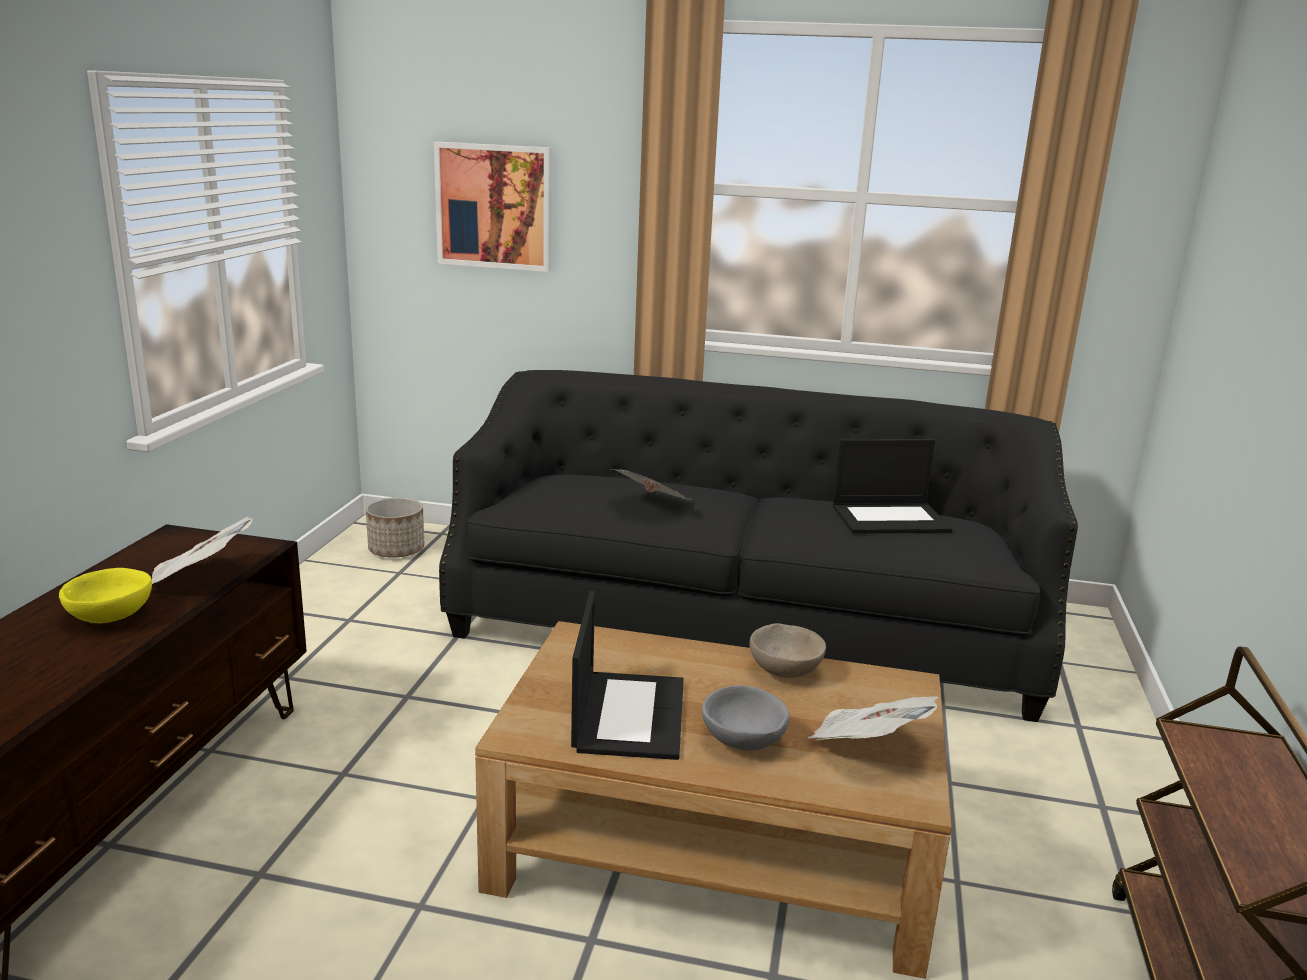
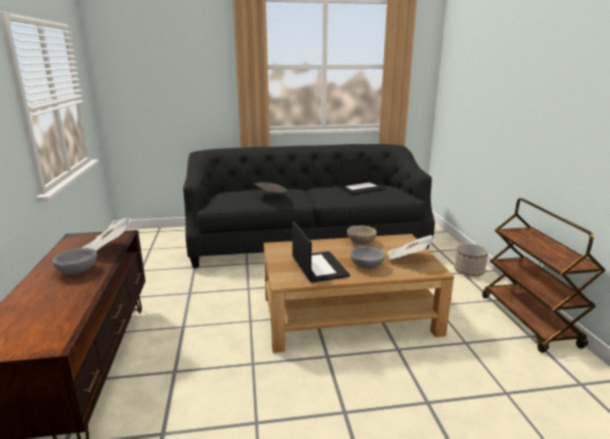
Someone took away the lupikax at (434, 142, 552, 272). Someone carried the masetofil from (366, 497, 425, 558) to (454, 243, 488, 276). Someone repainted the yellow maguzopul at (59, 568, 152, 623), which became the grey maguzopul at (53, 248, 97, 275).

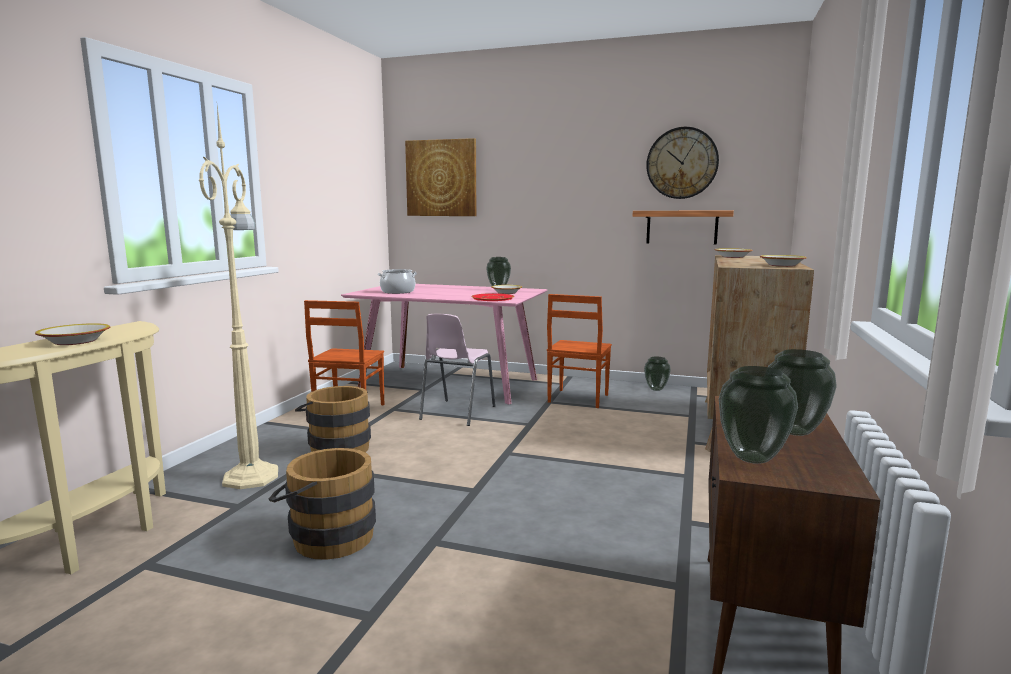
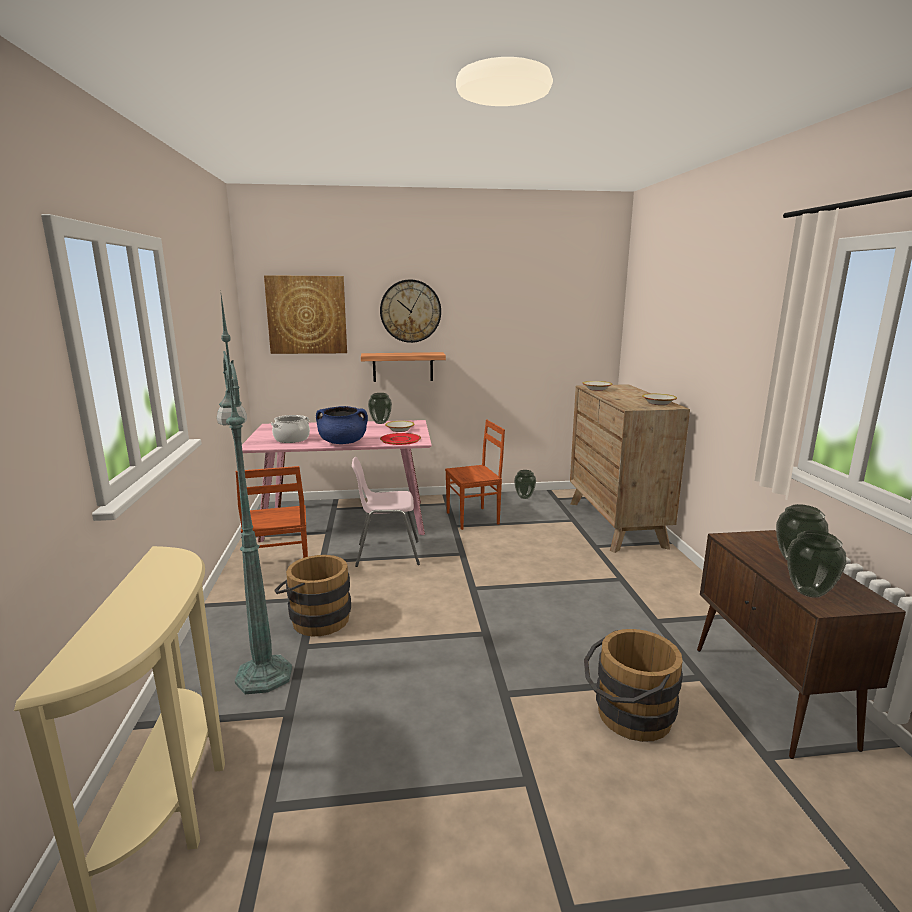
Someone repainted the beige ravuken at (199, 105, 278, 489), which became the green ravuken at (217, 289, 292, 694). Someone carried the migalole from (646, 127, 719, 199) to (380, 279, 441, 343). Someone carried the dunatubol from (633, 211, 734, 244) to (361, 352, 446, 382). Someone rotated the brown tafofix at (547, 294, 612, 408) by 105 degrees counterclockwise. Someone rotated the pink tafofix at (419, 314, 496, 426) by 90 degrees clockwise. Someone took away the maguzopul at (35, 323, 110, 345). Someone carried the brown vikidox from (269, 448, 376, 560) to (584, 629, 683, 742). Someone put down the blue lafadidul at (316, 406, 368, 444).

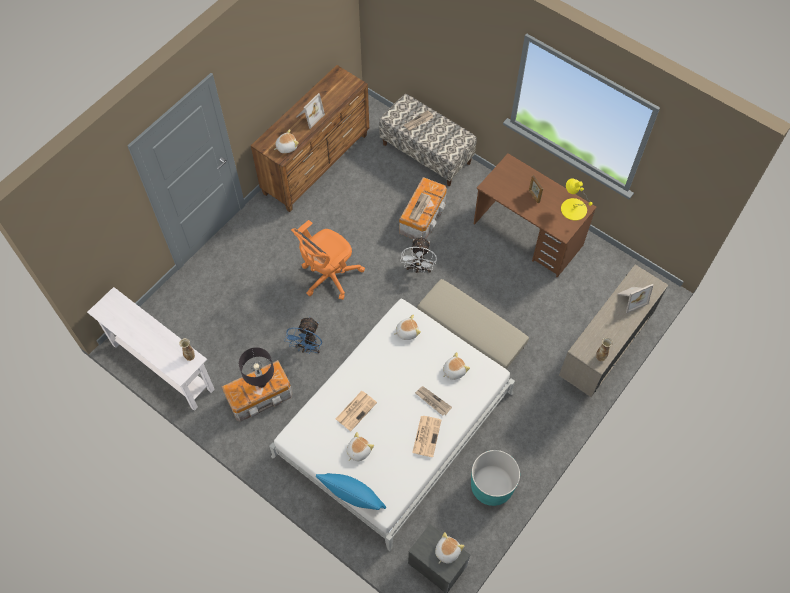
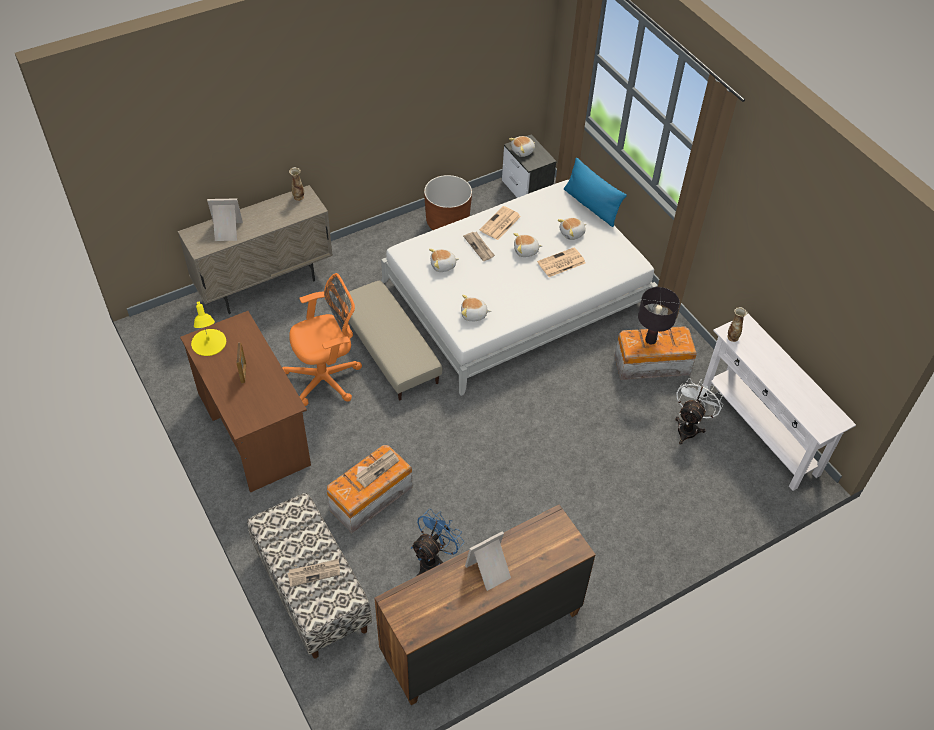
Someone carried the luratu from (274, 129, 299, 153) to (514, 233, 542, 257). Someone carried the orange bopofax from (291, 220, 365, 300) to (283, 273, 362, 406). Someone carried the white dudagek from (401, 236, 437, 273) to (675, 378, 723, 445). Someone carried the blue dudagek from (284, 317, 322, 354) to (411, 509, 464, 576). Someone repainted the turquoise masetofil at (471, 450, 520, 506), which became the brown masetofil at (424, 175, 472, 230).

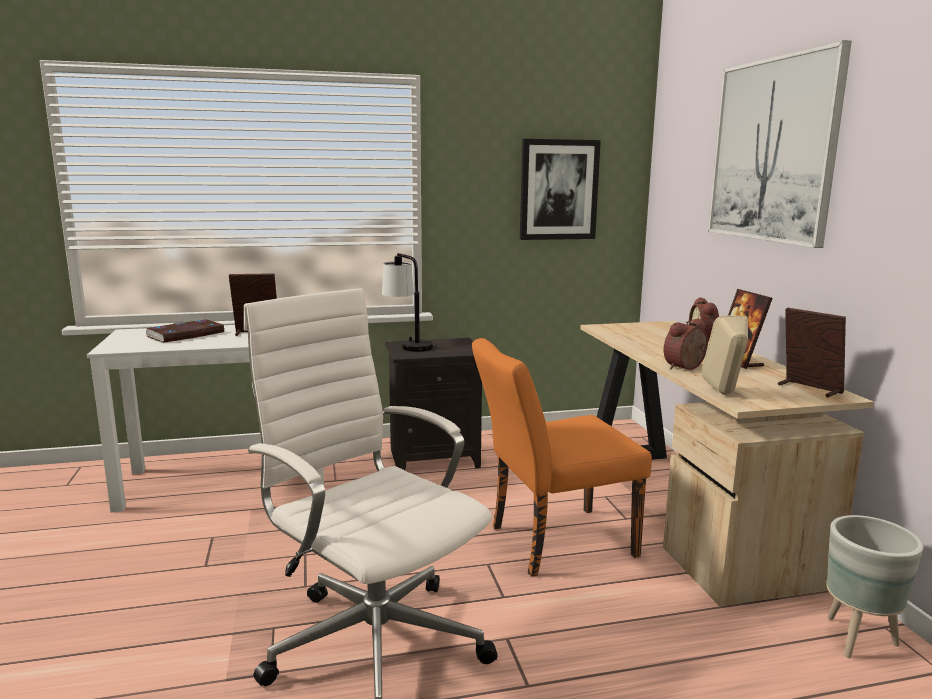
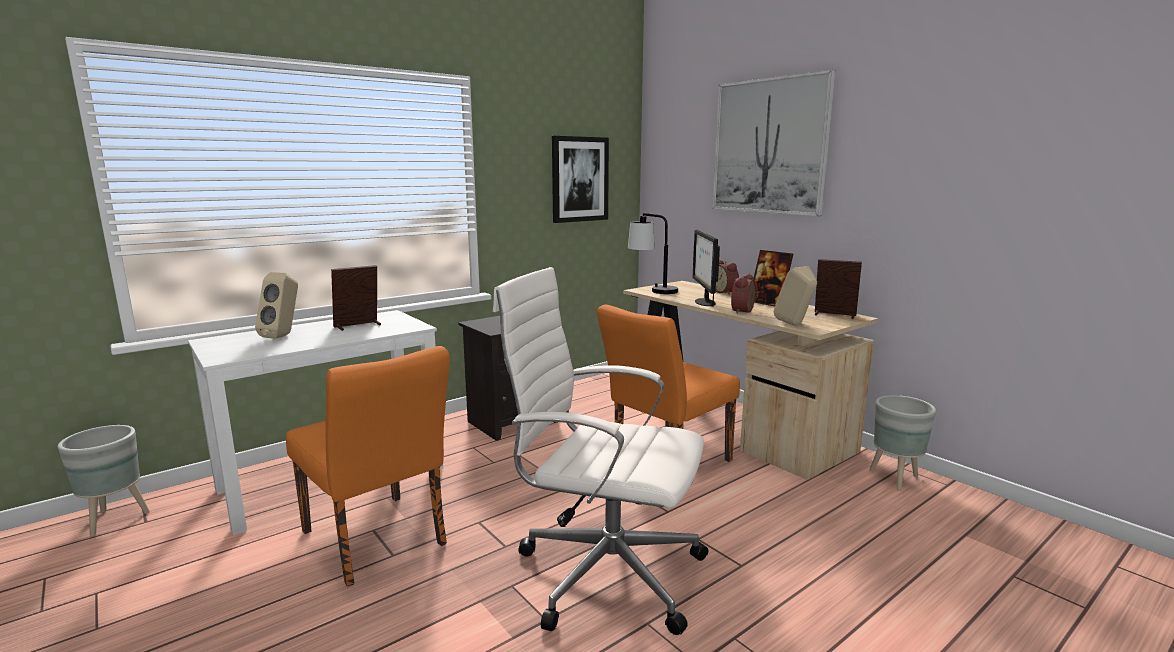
Someone carried the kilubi from (382, 253, 433, 352) to (628, 213, 678, 294). Someone swapped the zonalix at (145, 319, 224, 343) for the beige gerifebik at (255, 272, 298, 338). Someone put down the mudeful at (693, 230, 720, 307). Someone put down the orange tafofix at (286, 346, 450, 587). Someone put down the grey masetofil at (57, 425, 150, 536).

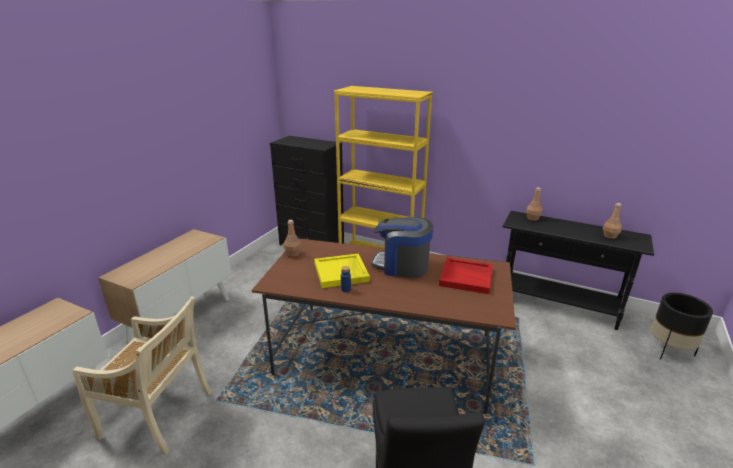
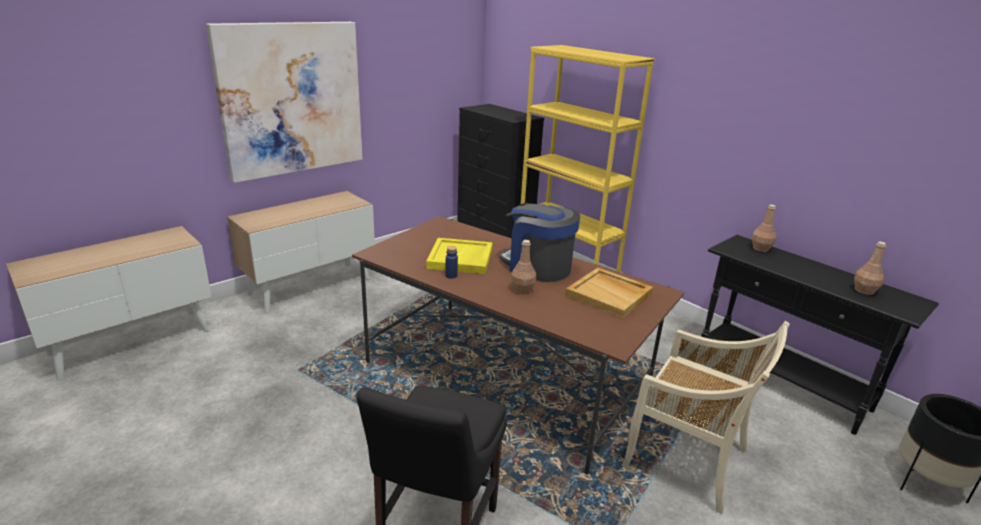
Someone carried the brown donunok from (284, 220, 301, 257) to (511, 240, 536, 294). Someone repainted the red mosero at (439, 257, 493, 294), which became the beige mosero at (565, 268, 653, 319). Someone carried the beige tafofix from (72, 296, 211, 455) to (622, 321, 790, 514). Someone put up the lupikax at (206, 22, 363, 183).

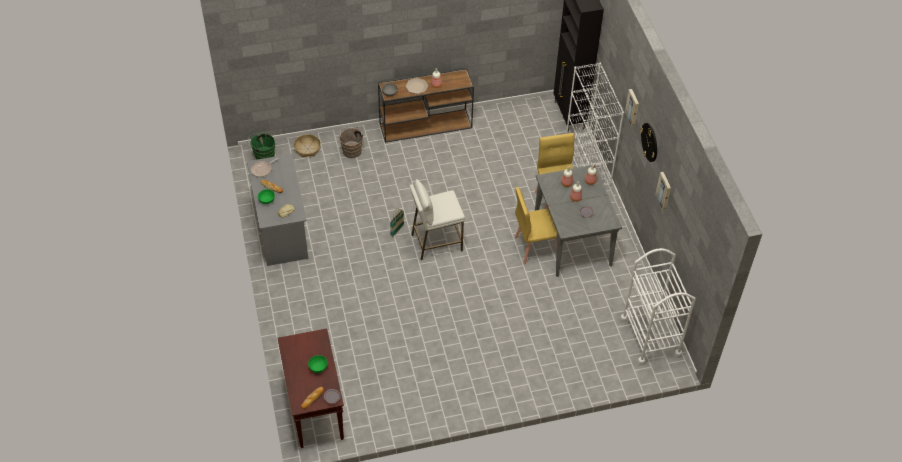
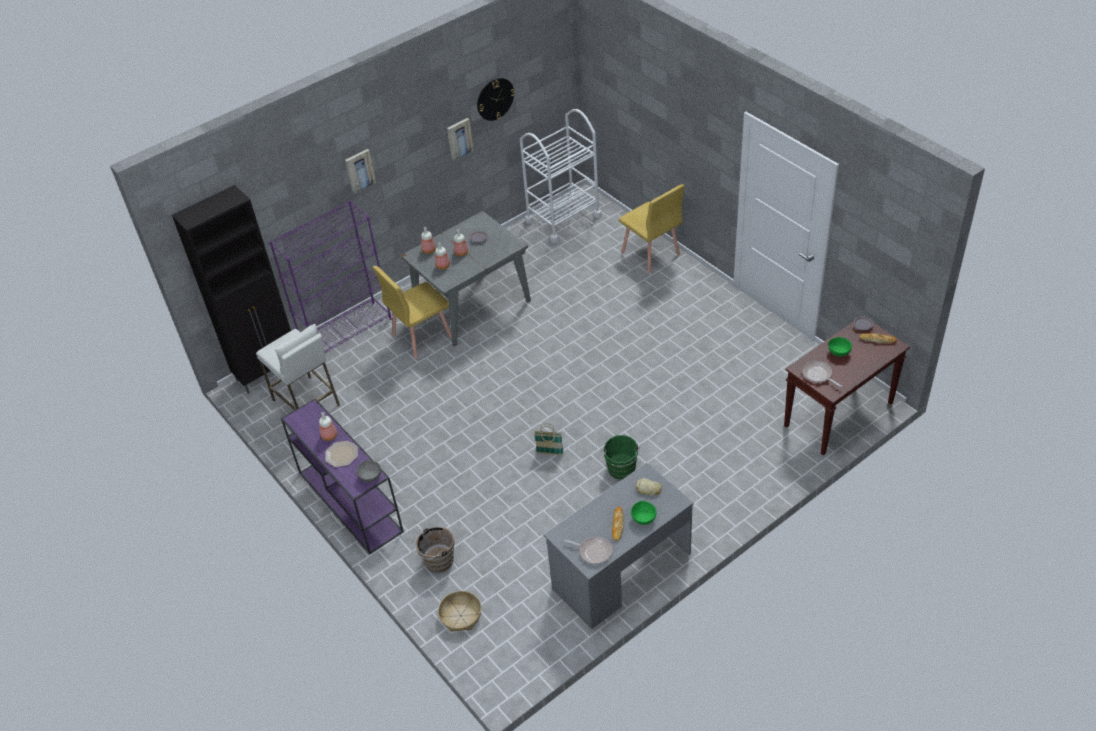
Someone repainted the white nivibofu at (566, 63, 624, 187), which became the purple nivibofu at (269, 200, 392, 353). Someone repainted the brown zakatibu at (378, 69, 474, 143), which became the purple zakatibu at (281, 398, 404, 554). Someone carried the migalole from (640, 123, 657, 162) to (477, 78, 515, 121). Someone carried the green vikidox from (248, 132, 275, 160) to (601, 435, 640, 479). Someone carried the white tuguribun from (409, 179, 465, 260) to (256, 324, 340, 410). Someone carried the yellow tafofix from (515, 187, 557, 265) to (618, 184, 684, 273). Someone put down the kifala at (803, 361, 842, 387).

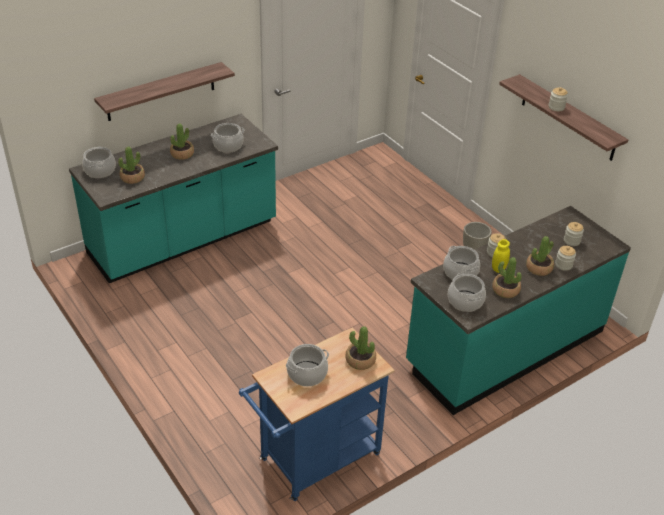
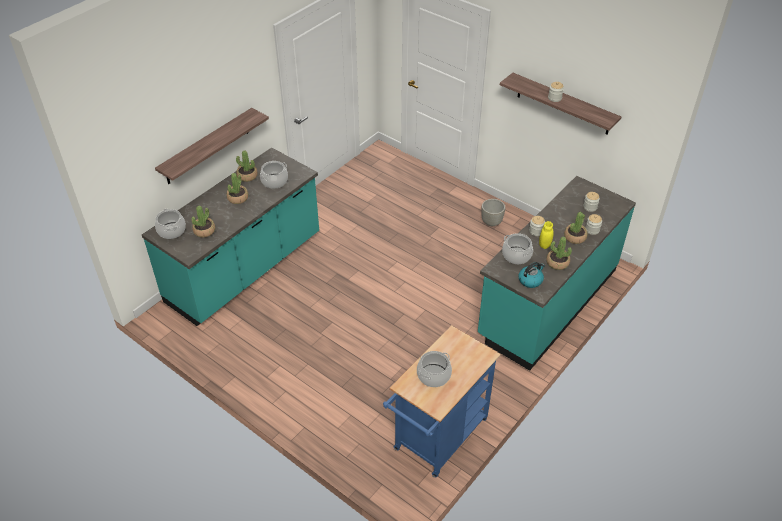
Someone swapped the lafadidul at (448, 273, 486, 312) for the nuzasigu at (518, 262, 545, 288). Someone carried the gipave from (346, 326, 376, 370) to (236, 150, 258, 182).

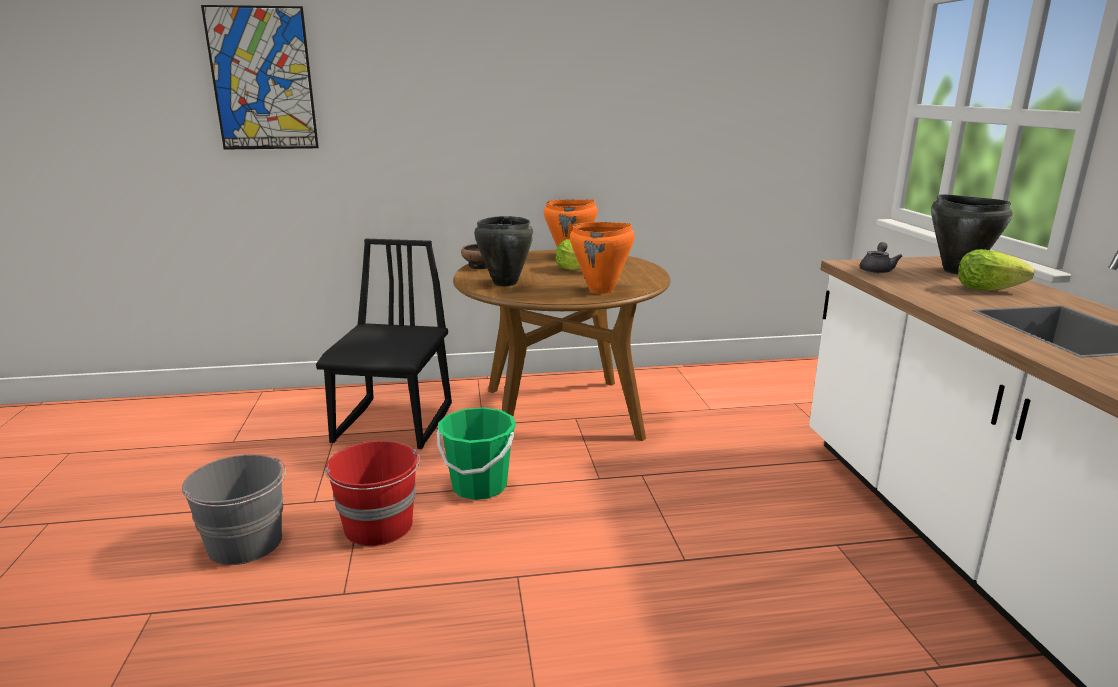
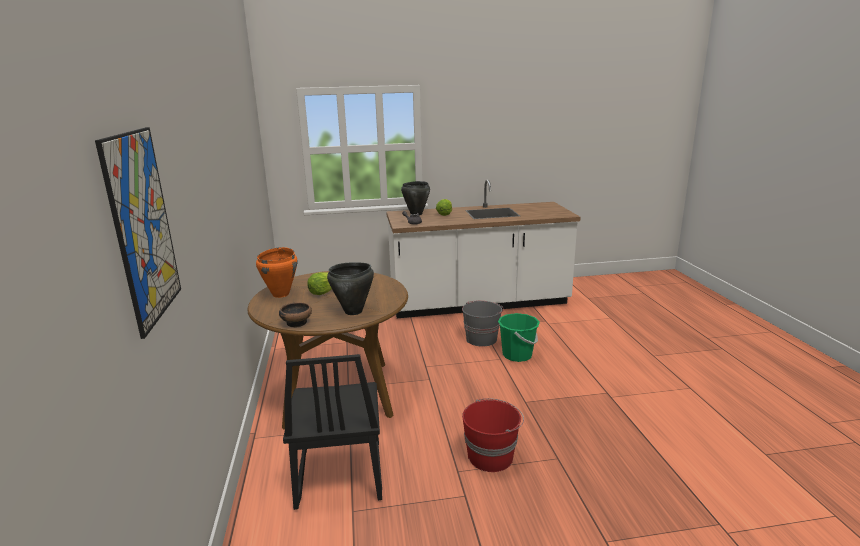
Someone took away the orange lafadidul at (570, 222, 635, 294). Someone rotated the black tafofix at (316, 239, 452, 449) by 105 degrees counterclockwise. Someone carried the green vikidox from (437, 407, 516, 500) to (498, 313, 540, 362). Someone carried the grey vikidox from (182, 454, 286, 565) to (462, 301, 504, 346).

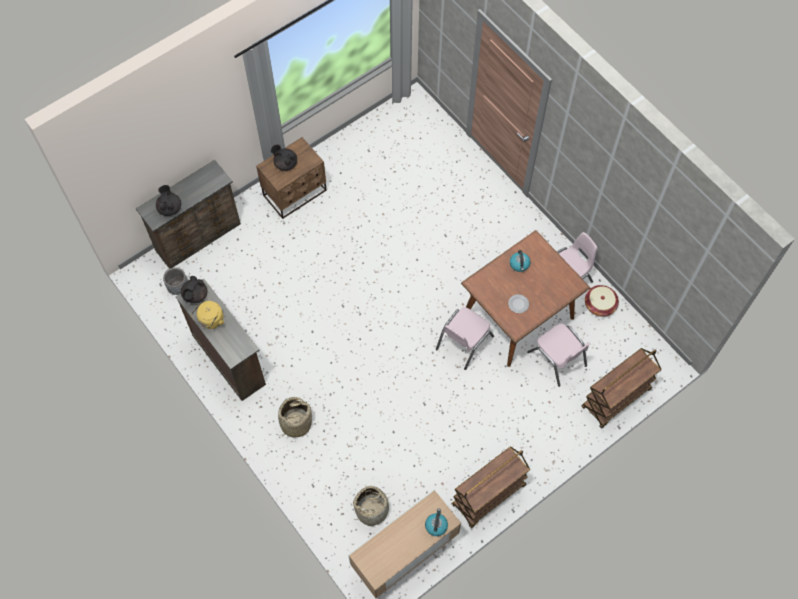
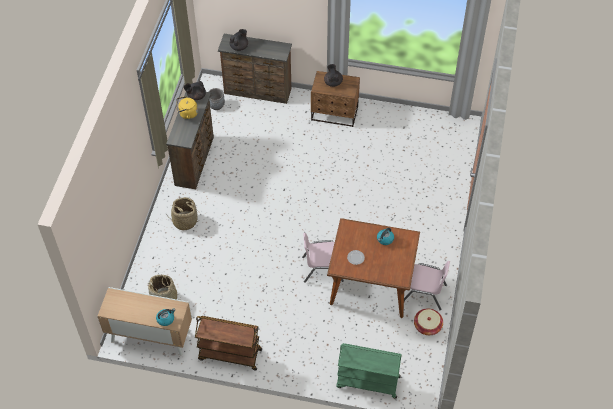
Someone took away the pink tafofix at (527, 323, 590, 387). Someone repainted the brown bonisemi at (581, 348, 662, 429), which became the green bonisemi at (336, 343, 402, 399).

